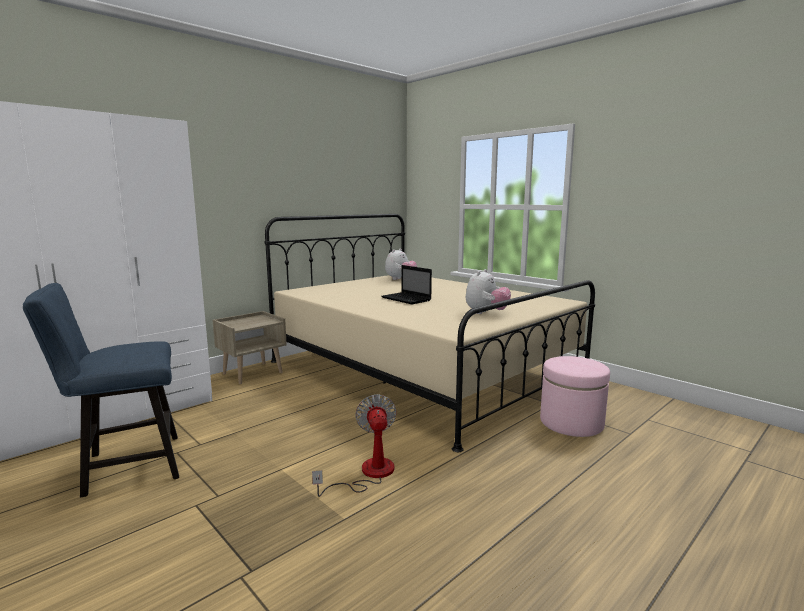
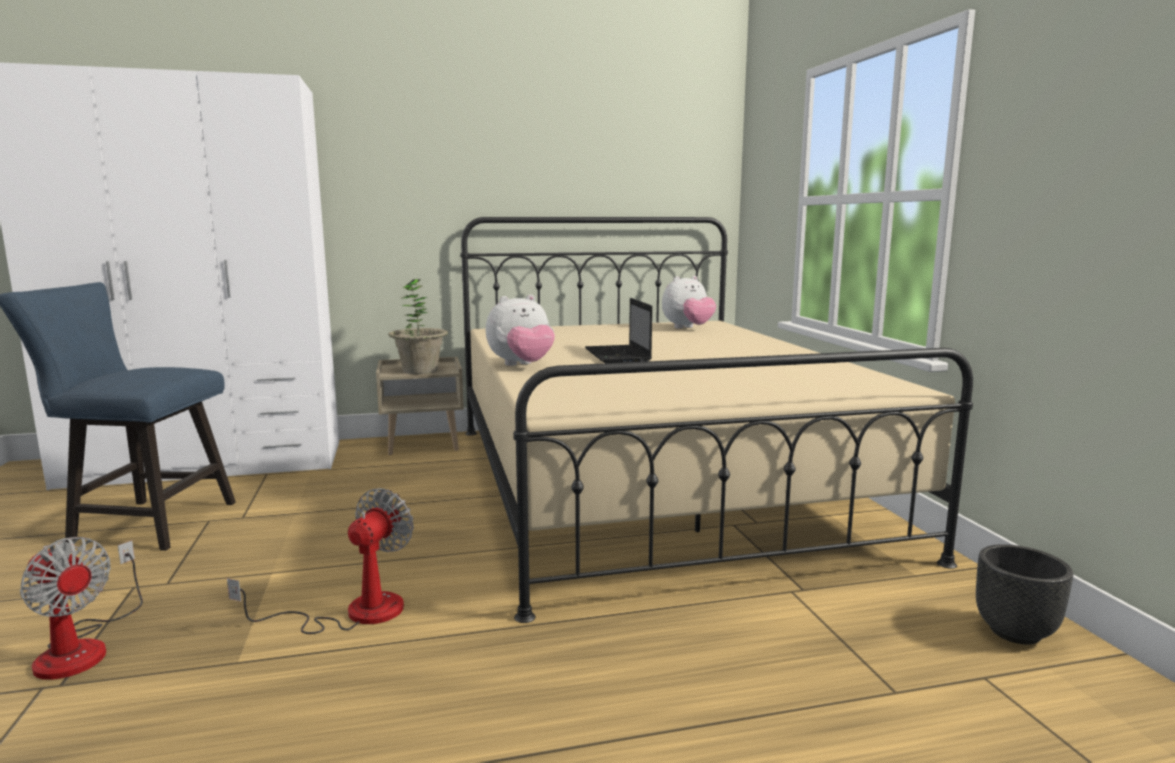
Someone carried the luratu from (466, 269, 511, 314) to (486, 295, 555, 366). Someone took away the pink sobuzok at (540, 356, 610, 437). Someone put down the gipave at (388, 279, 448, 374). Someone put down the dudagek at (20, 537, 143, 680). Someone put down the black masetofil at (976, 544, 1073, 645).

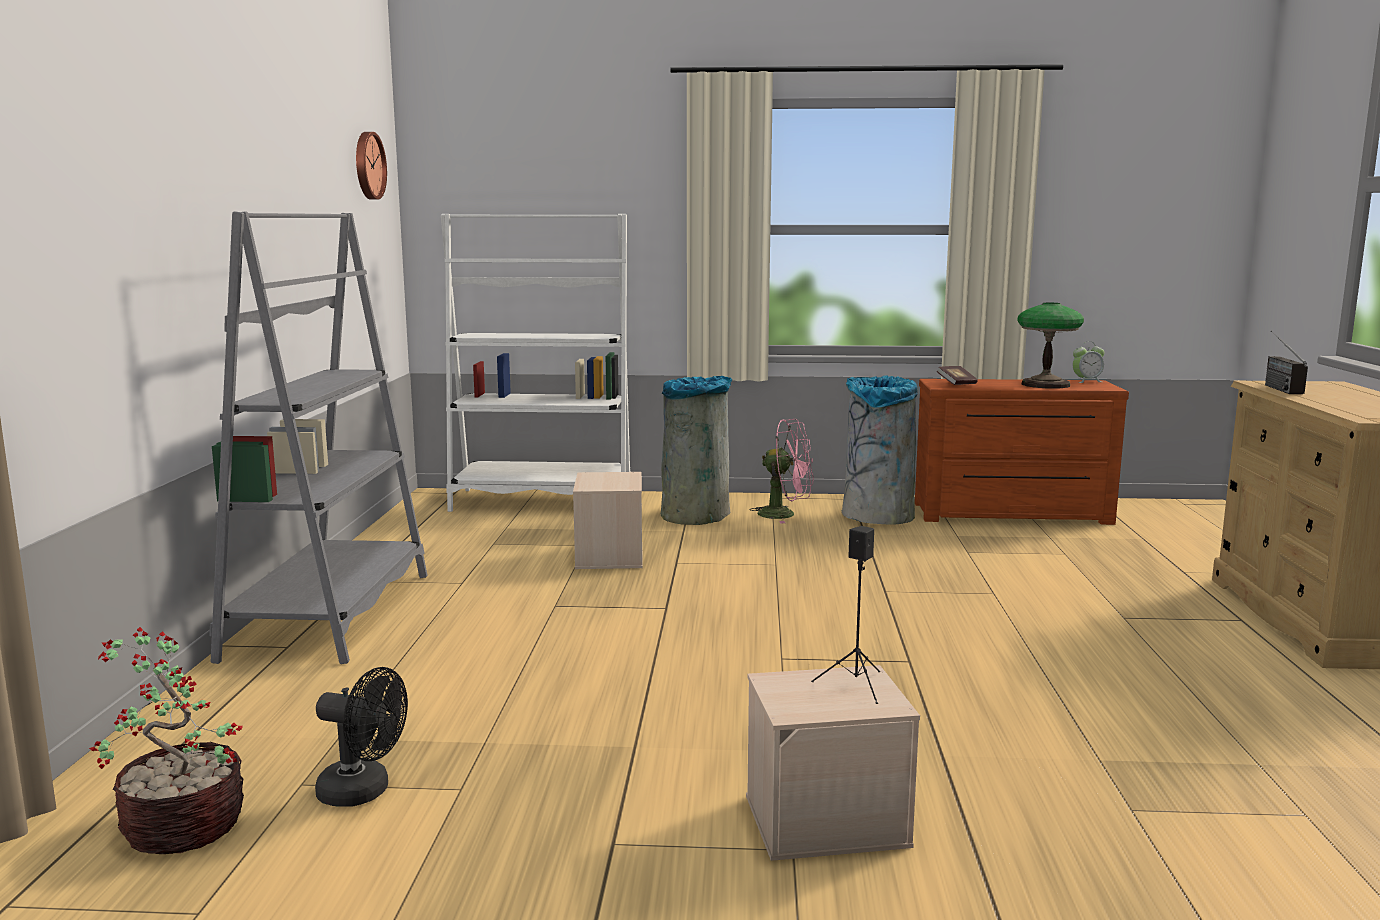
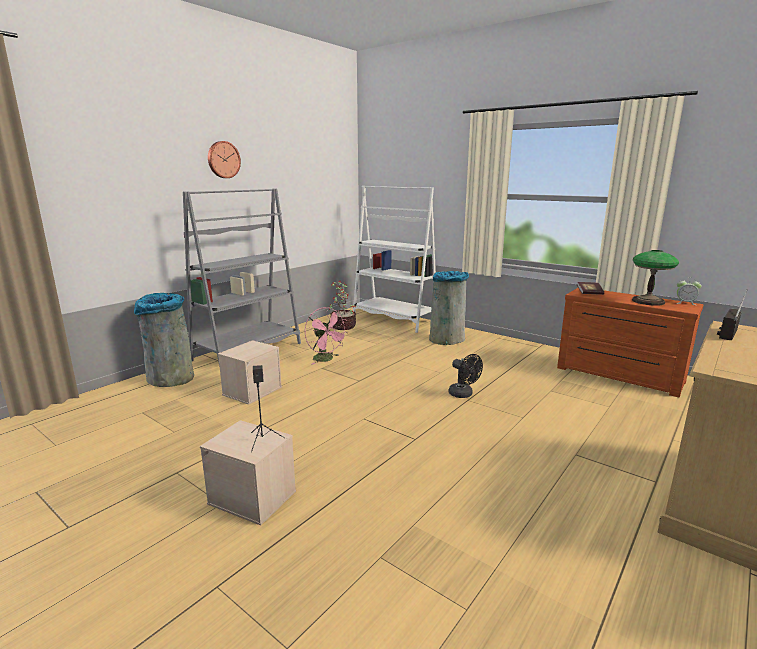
Someone carried the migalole from (356, 132, 387, 200) to (208, 141, 241, 178). Someone carried the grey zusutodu from (841, 375, 918, 525) to (134, 293, 194, 387). Someone carried the pink dudagek from (750, 419, 813, 524) to (305, 307, 348, 365). Someone carried the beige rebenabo from (573, 472, 643, 569) to (218, 340, 282, 405). Someone carried the gipave from (89, 627, 244, 854) to (328, 282, 356, 330). Someone carried the black dudagek from (315, 667, 408, 807) to (448, 354, 483, 398).

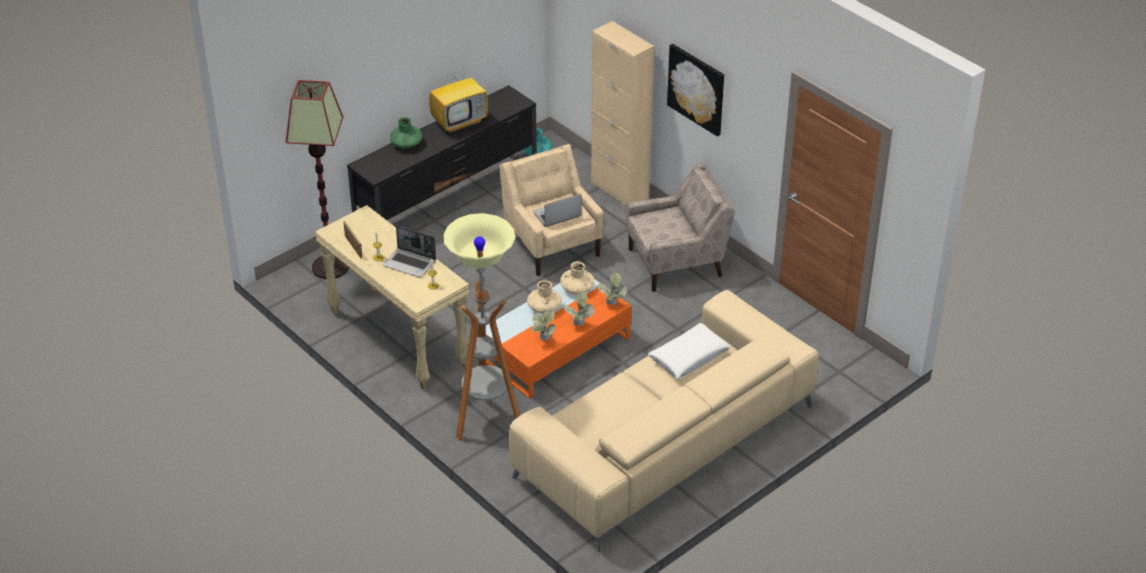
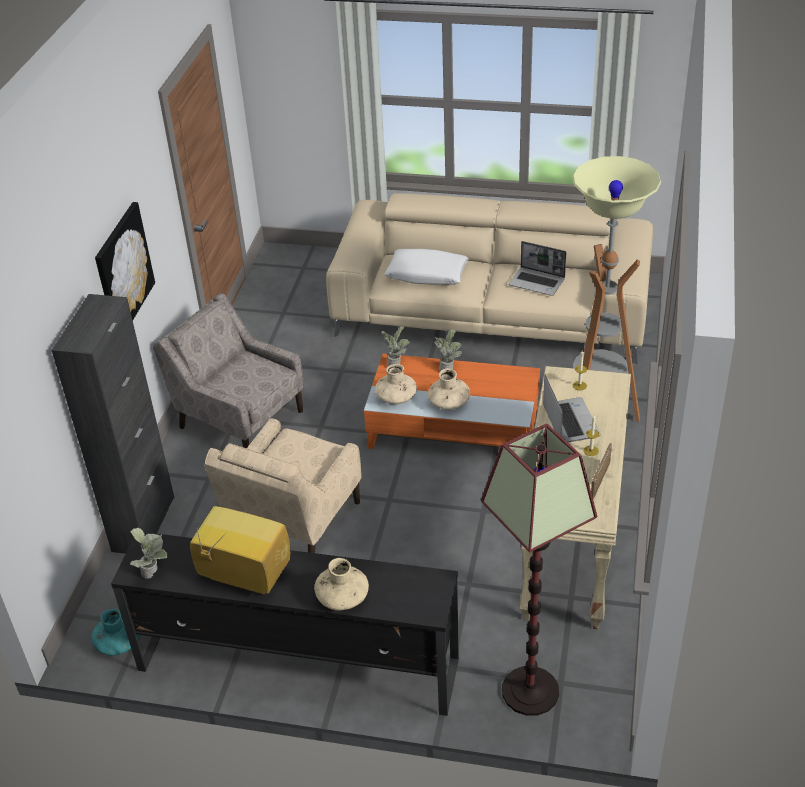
Someone repainted the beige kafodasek at (591, 21, 654, 206), which became the black kafodasek at (52, 294, 174, 554). Someone repainted the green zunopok at (390, 117, 422, 148), which became the beige zunopok at (314, 558, 369, 610). Someone carried the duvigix from (533, 194, 582, 227) to (509, 241, 566, 296). Someone carried the gipave from (532, 309, 555, 341) to (130, 528, 167, 579).

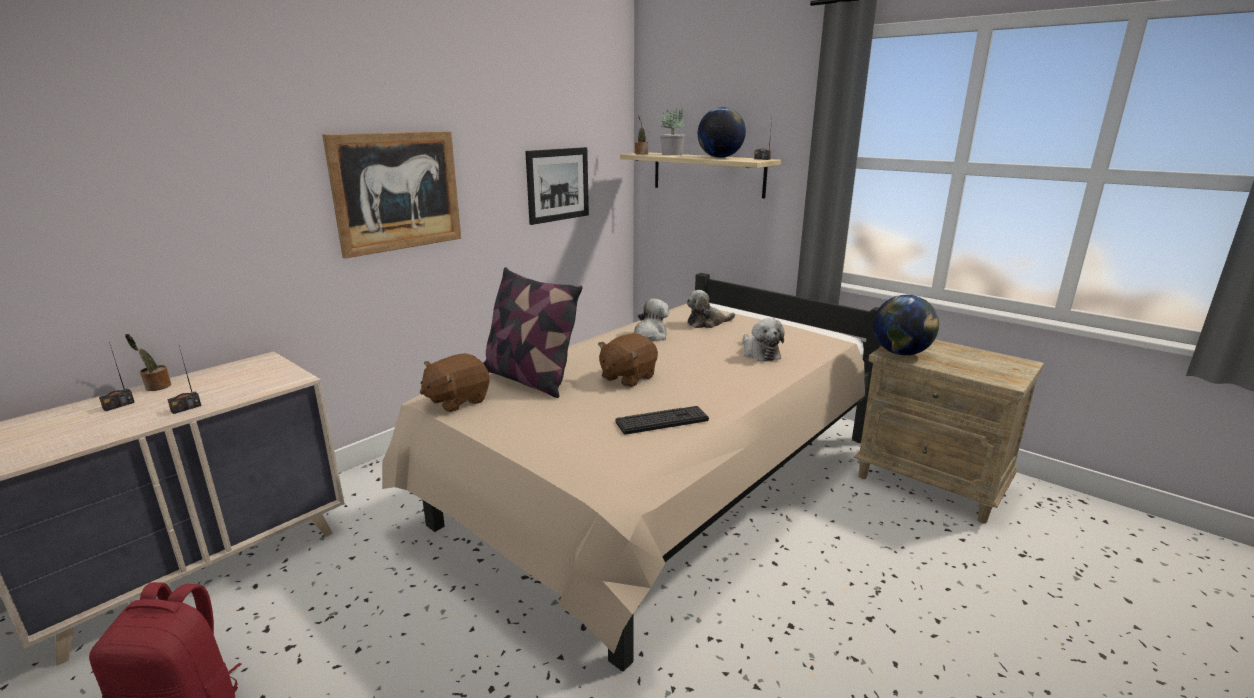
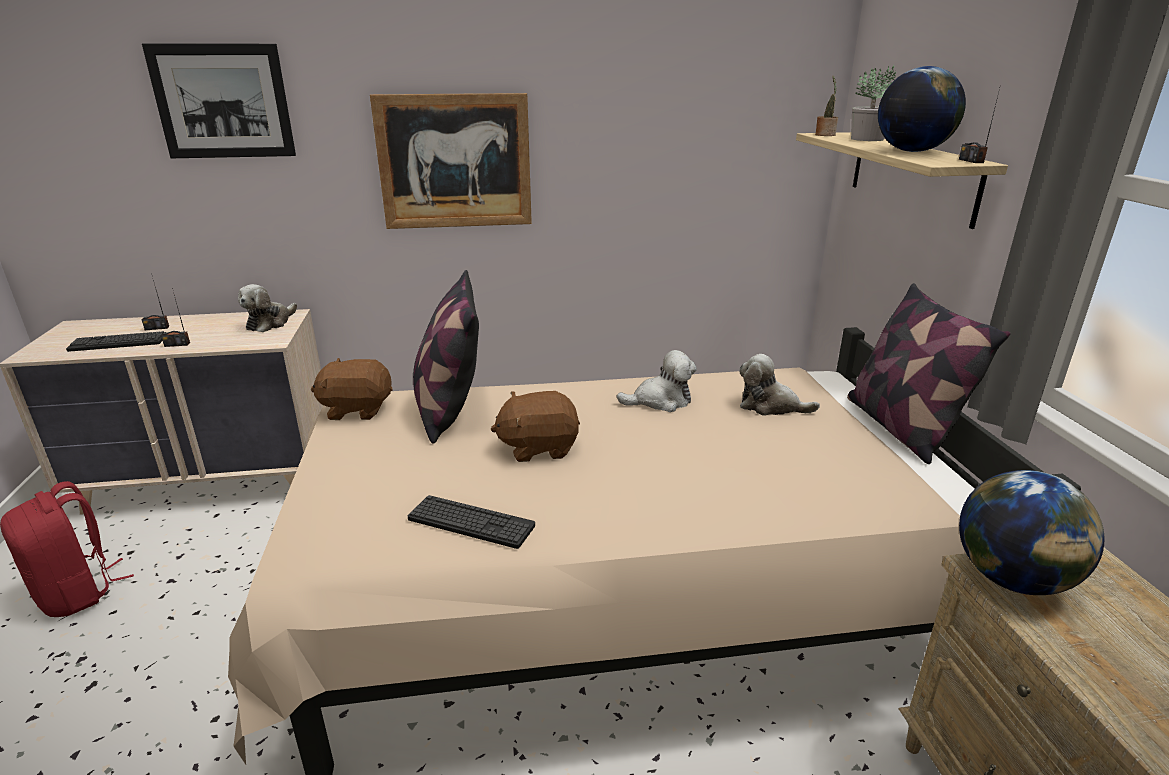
Someone carried the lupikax from (525, 147, 589, 225) to (142, 43, 296, 158). Someone carried the luratu from (743, 318, 785, 362) to (238, 284, 297, 332). Someone took away the gipave at (125, 334, 171, 391). Someone put down the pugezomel at (847, 283, 1011, 464). Someone put down the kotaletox at (66, 331, 166, 352).

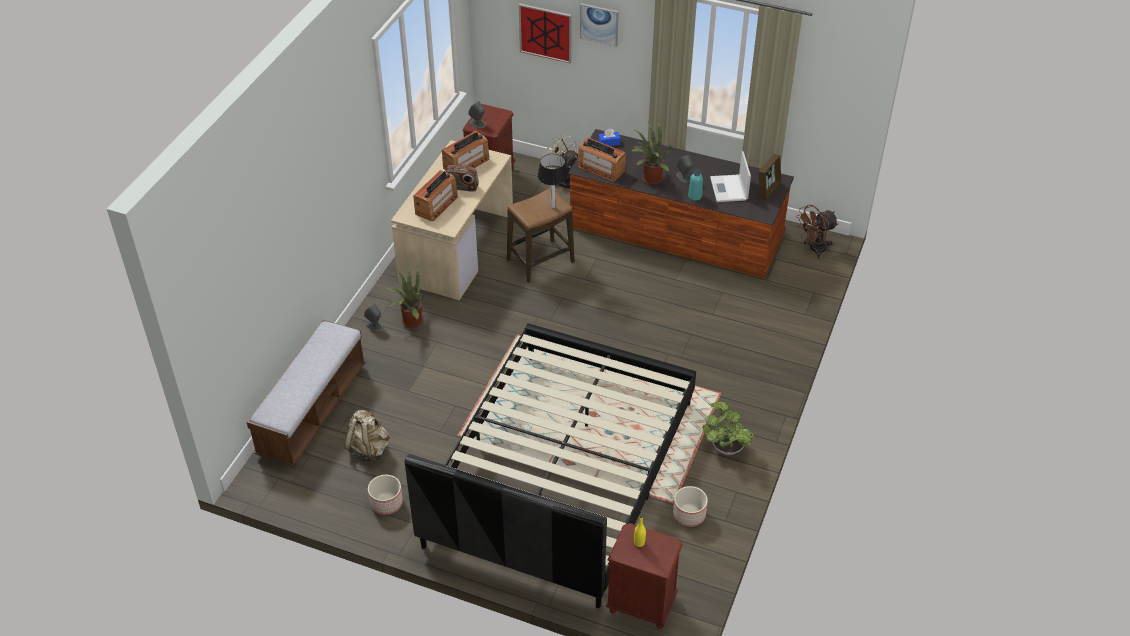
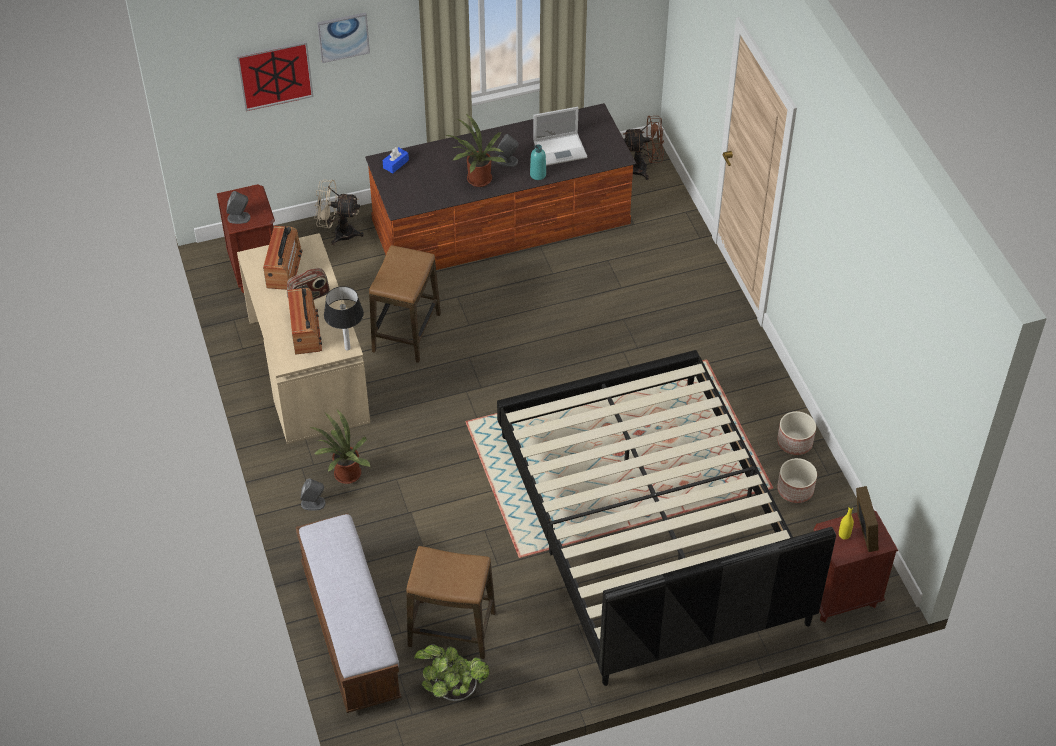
Someone took away the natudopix at (578, 137, 626, 182). Someone rotated the duvigix at (710, 151, 751, 202) by 60 degrees counterclockwise. Someone carried the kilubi from (537, 154, 568, 208) to (324, 286, 364, 350). Someone carried the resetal from (759, 154, 781, 200) to (856, 486, 879, 552). Someone rotated the brown dudagek at (796, 205, 838, 259) by 120 degrees counterclockwise. Someone carried the gipave from (702, 402, 754, 455) to (414, 645, 490, 701). Someone swapped the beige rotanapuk at (344, 410, 389, 463) for the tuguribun at (406, 546, 496, 659). Someone carried the masetofil from (368, 475, 403, 515) to (777, 411, 816, 455).

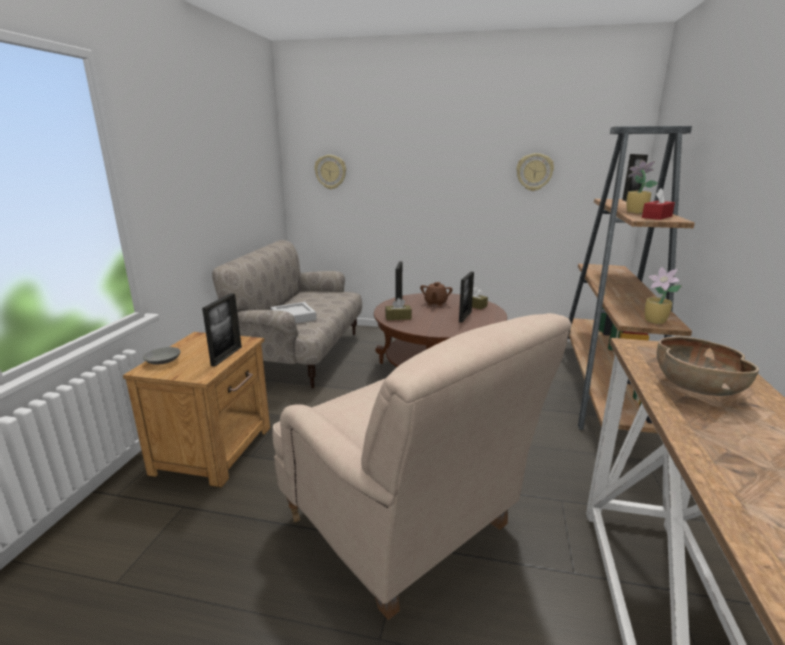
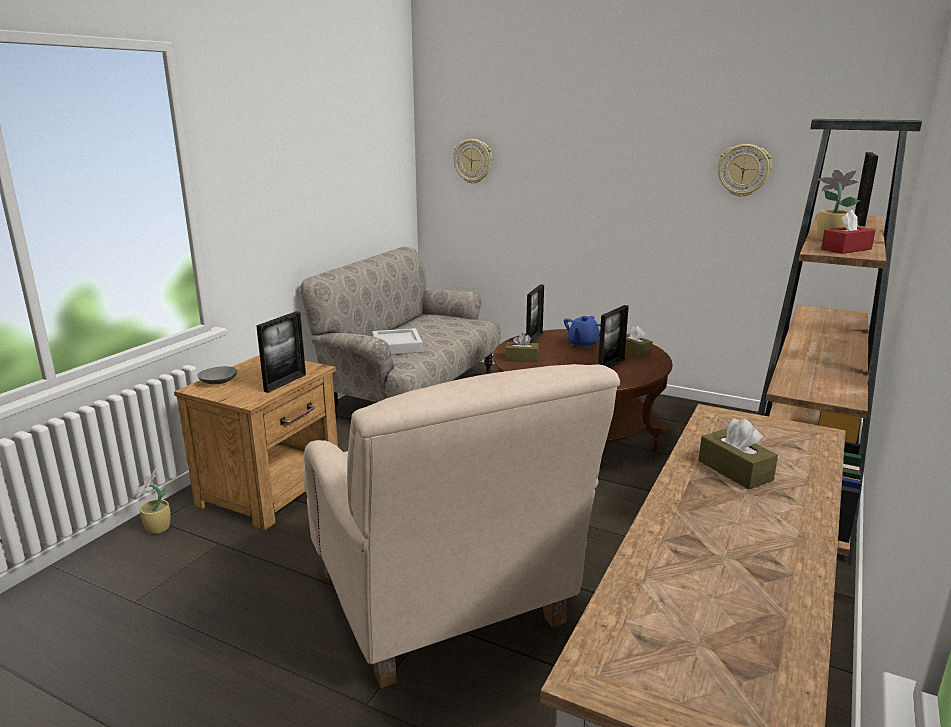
Someone carried the gipave from (645, 267, 682, 324) to (136, 468, 171, 534). Someone repainted the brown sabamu at (420, 282, 453, 306), which became the blue sabamu at (564, 316, 601, 349). Someone swapped the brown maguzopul at (657, 336, 759, 396) for the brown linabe at (699, 418, 778, 489).

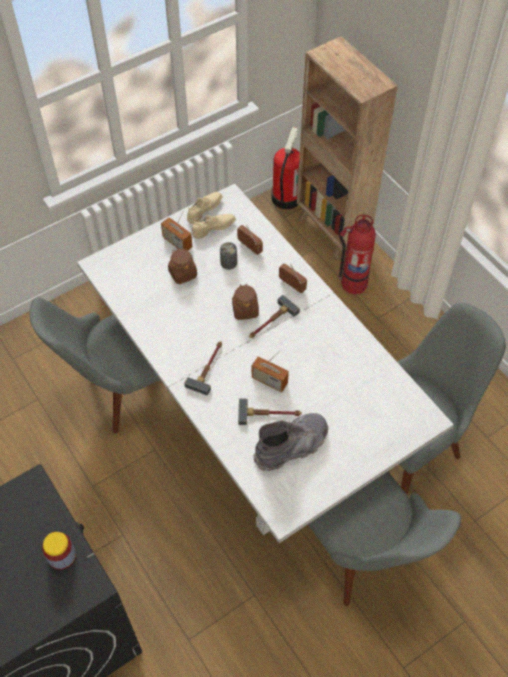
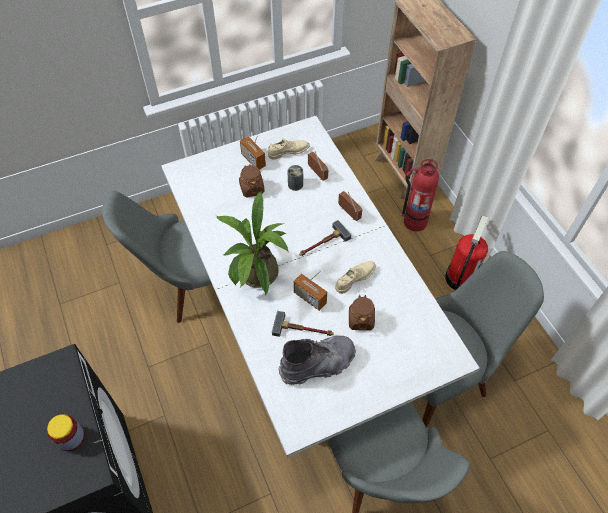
Someone carried the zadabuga from (271, 127, 300, 209) to (445, 215, 488, 290). Someone carried the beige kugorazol from (187, 192, 223, 224) to (335, 261, 376, 294). Someone carried the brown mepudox from (232, 284, 259, 320) to (349, 295, 375, 331). Someone swapped the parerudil at (184, 341, 222, 395) for the gipave at (217, 191, 288, 296).

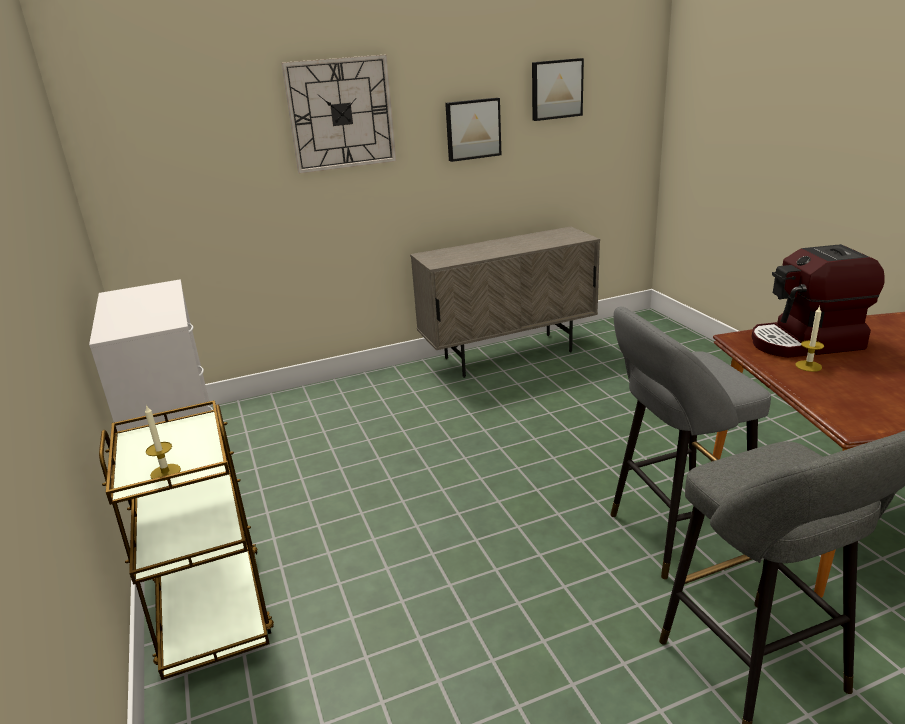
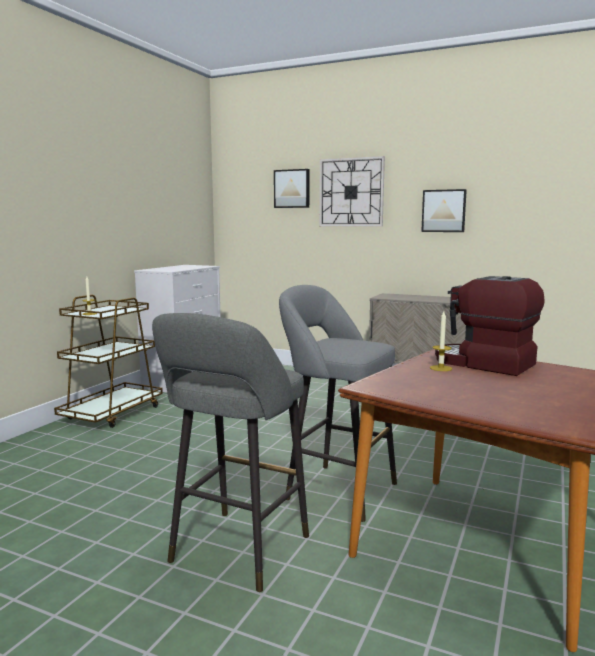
Someone carried the lupikax from (532, 58, 584, 121) to (274, 169, 310, 208).

